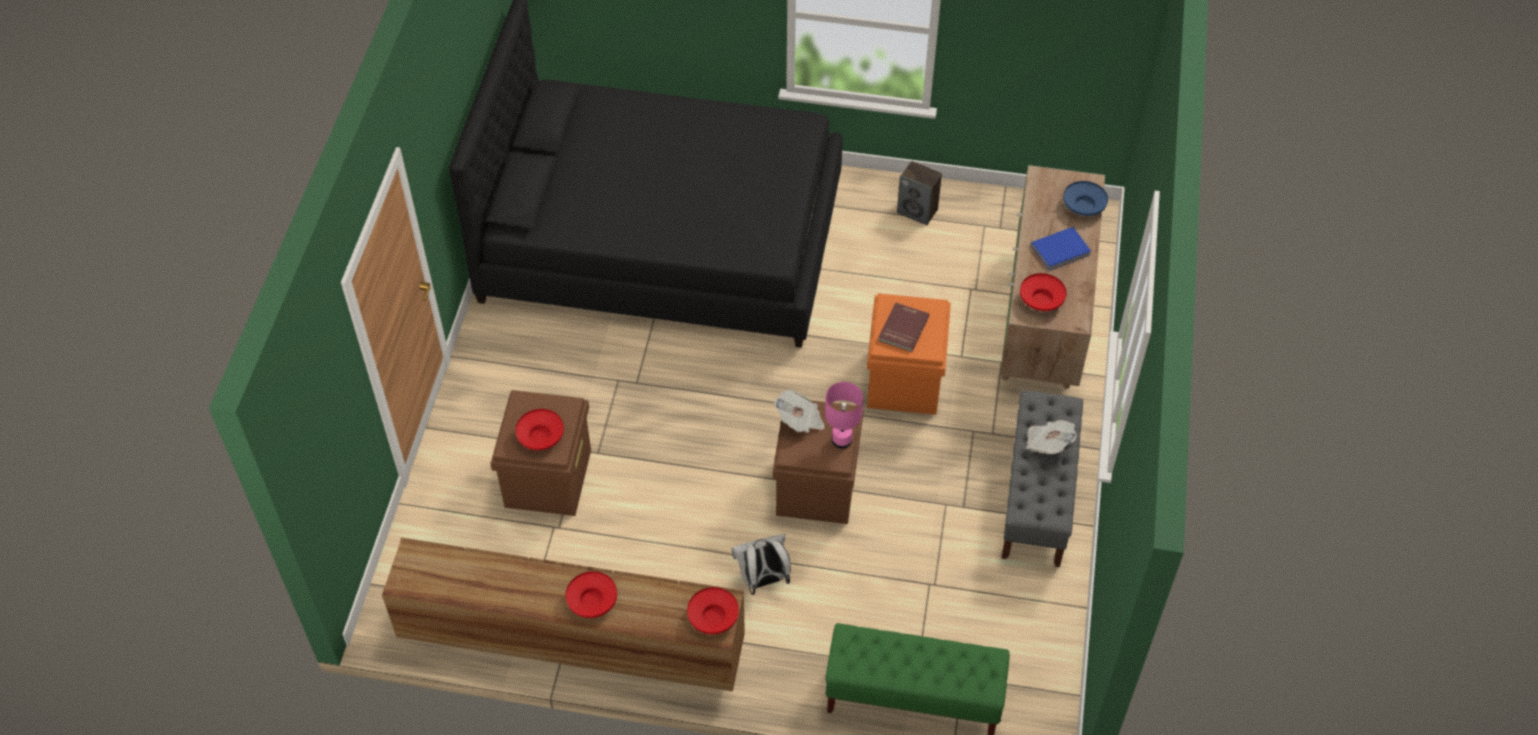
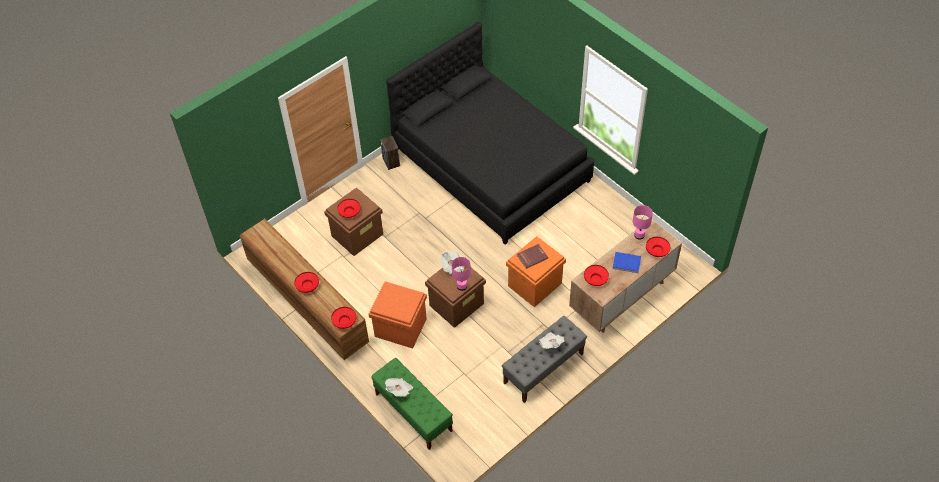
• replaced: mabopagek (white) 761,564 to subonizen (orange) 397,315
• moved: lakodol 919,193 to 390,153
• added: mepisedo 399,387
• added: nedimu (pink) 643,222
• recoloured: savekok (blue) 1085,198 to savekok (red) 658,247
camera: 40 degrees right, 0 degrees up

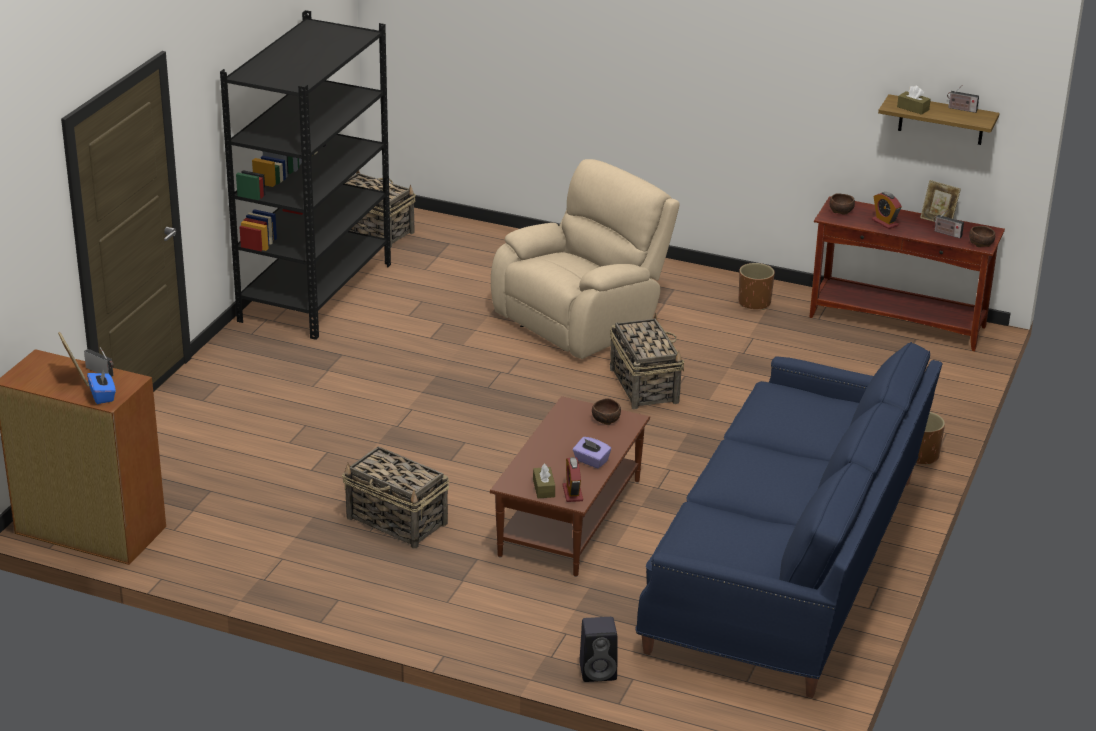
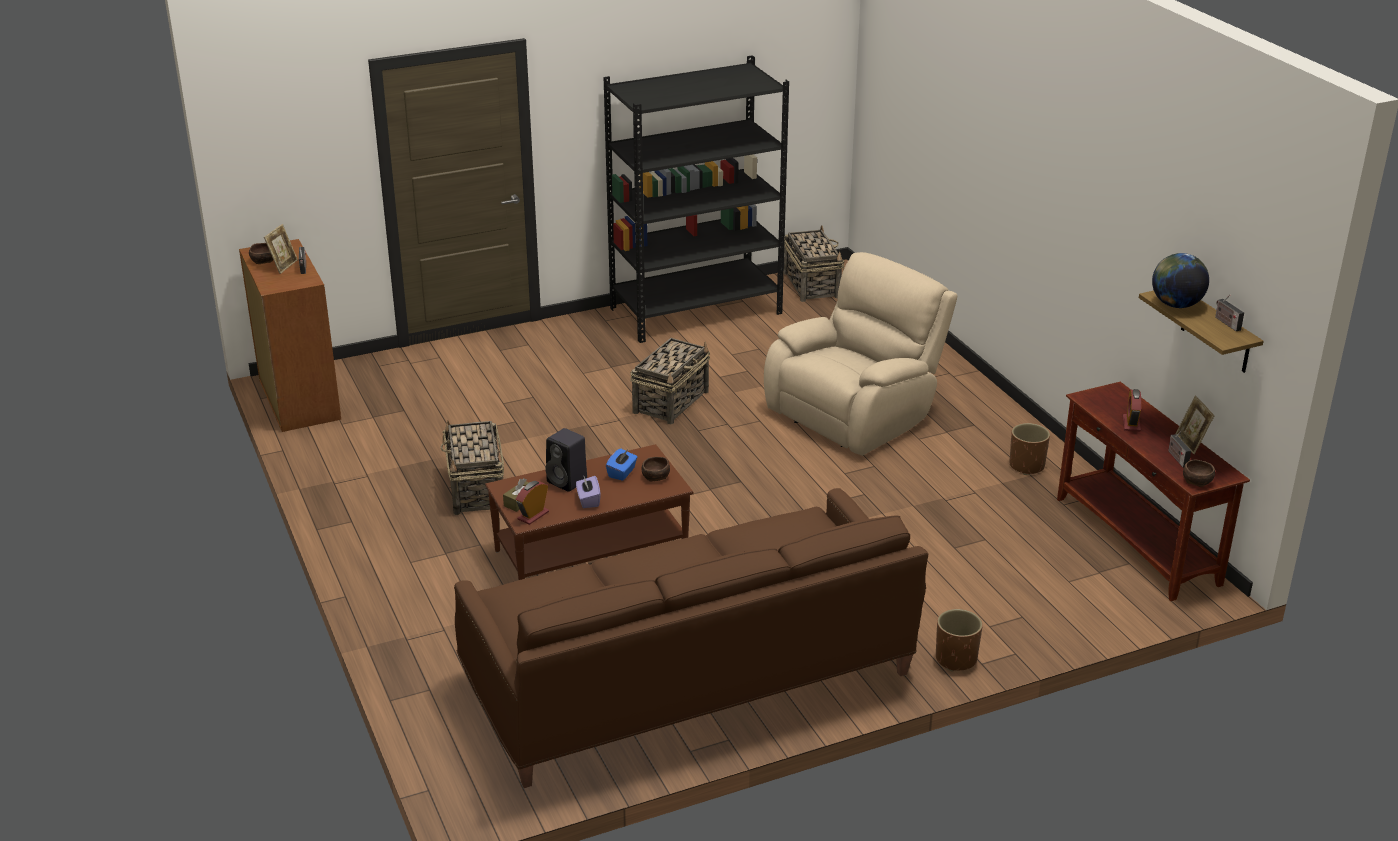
• moved: savekok (brown) 842,204 to 261,253
• recoloured: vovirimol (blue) 788,520 to vovirimol (brown) 691,638
• moved: lakodol (black) 598,649 to 566,460
• moved: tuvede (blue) 101,387 to 621,465
• moved: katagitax 647,361 to 670,381
• turned: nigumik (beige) 585,259 = 860,354 45 degrees counterclockwise
• replaced: tuvede (brown) 914,100 to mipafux 1180,280
camera: 45 degrees right, 0 degrees up

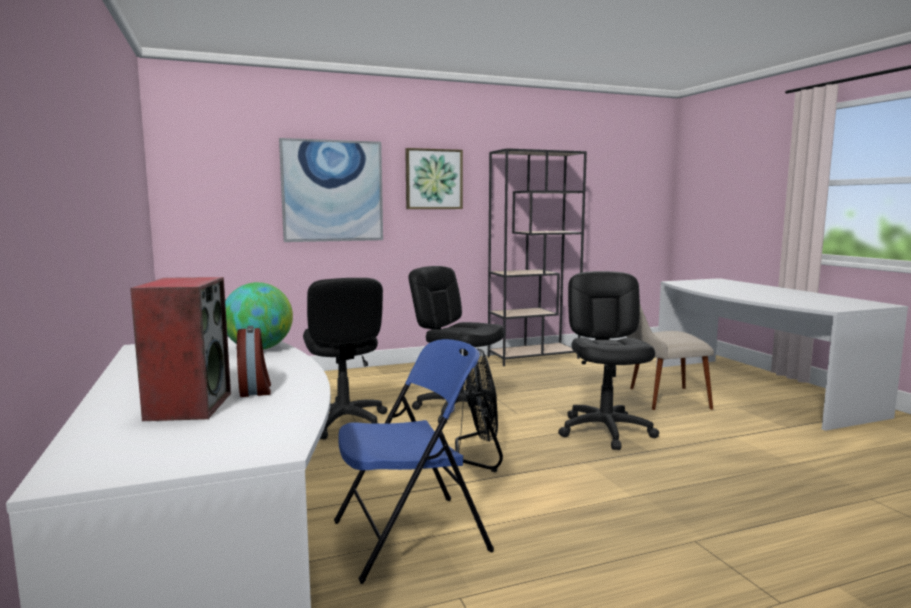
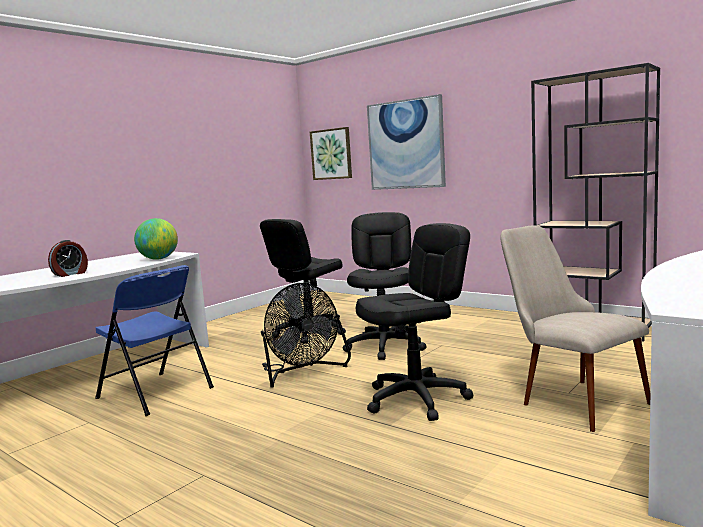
• moved: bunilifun 434,178 to 331,153
• removed: lakodol 180,349
camera: 60 degrees right, 0 degrees up

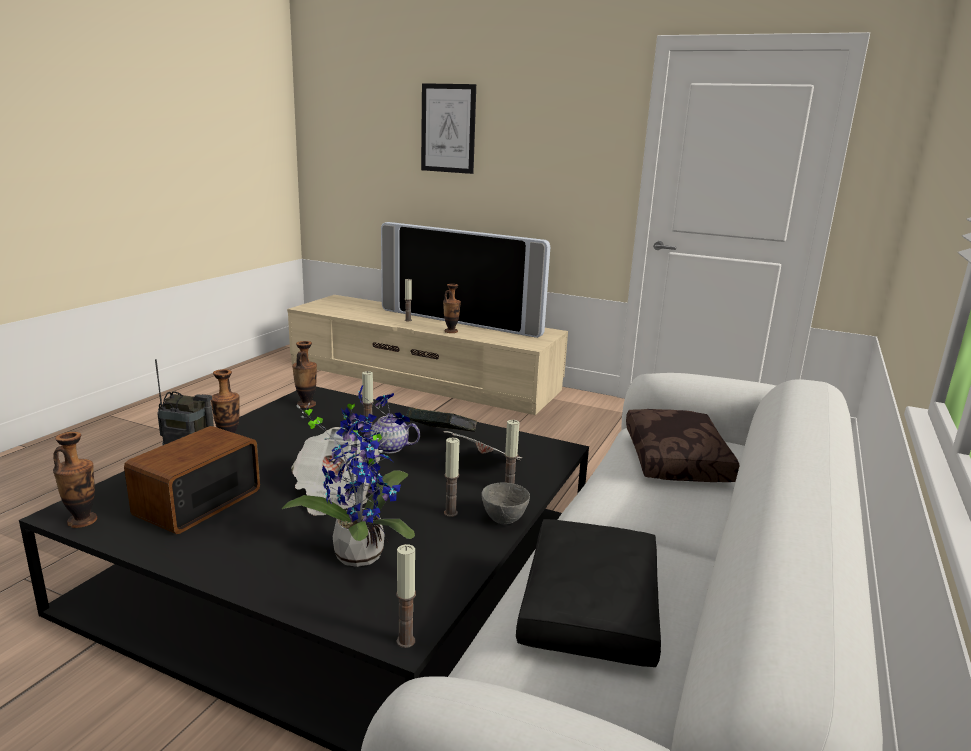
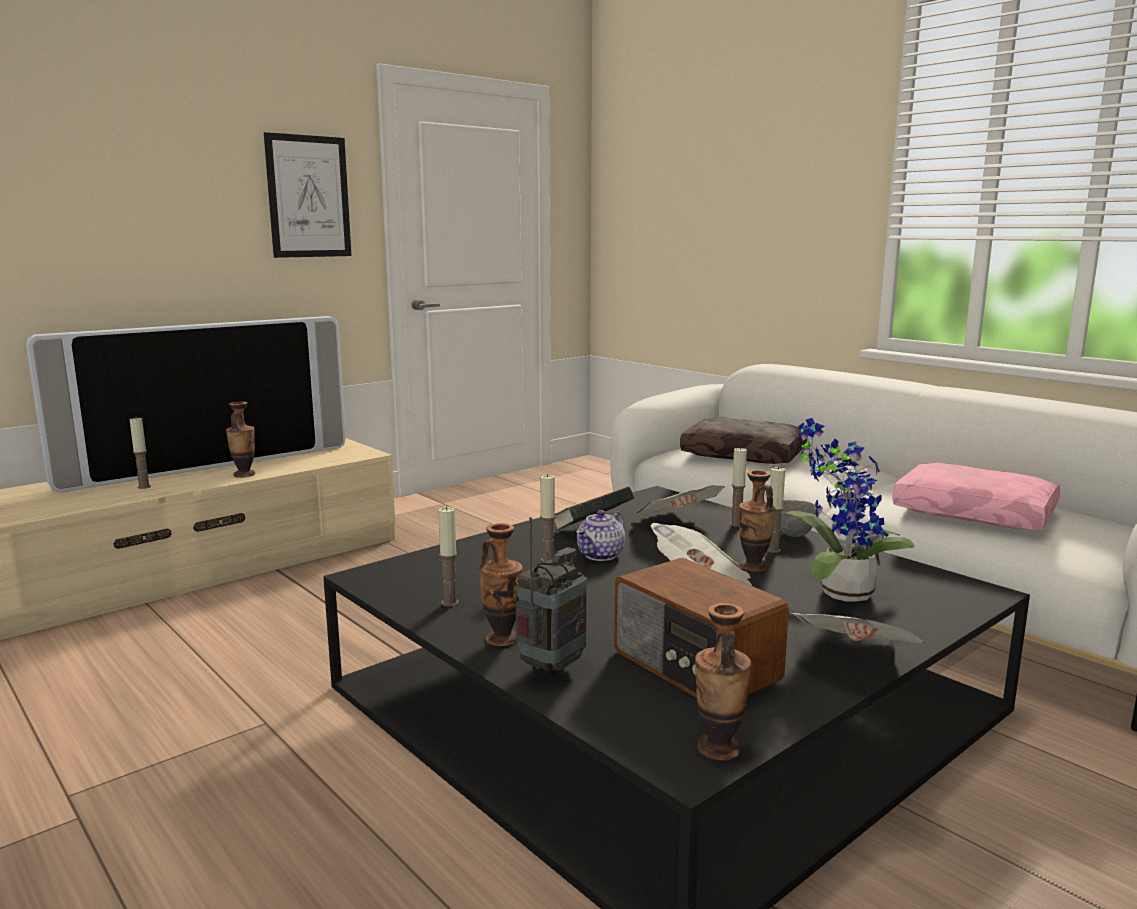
• moved: bunilifun 448,128 to 307,195
• moved: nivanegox 406,596 to 449,556
• moved: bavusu 304,374 to 757,521
• added: mepisedo 859,628
• recoloured: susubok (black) 588,593 to susubok (pink) 976,496
camera: 65 degrees left, 5 degrees down

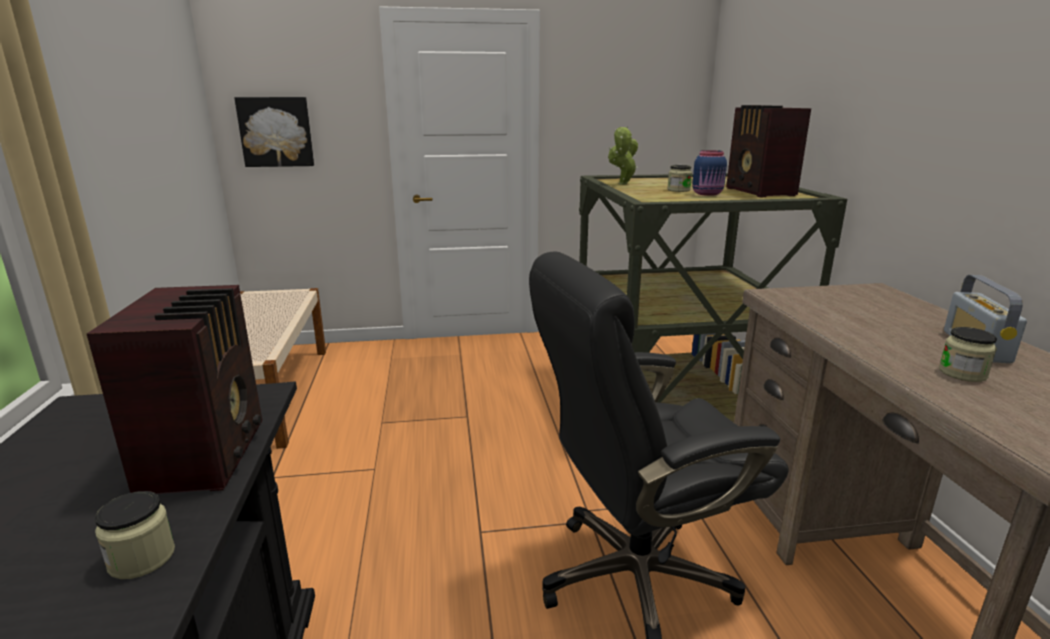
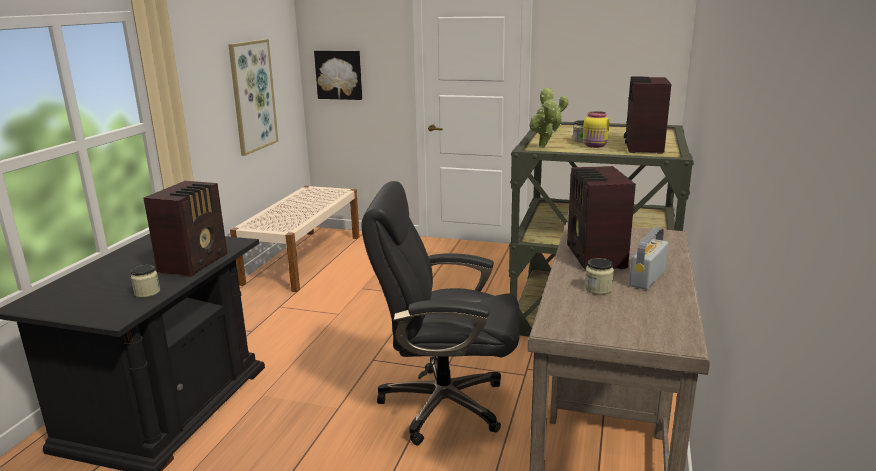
• added: bunilifun 253,97
• added: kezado 543,123
• added: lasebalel 601,218
• recoloured: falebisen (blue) 709,173 to falebisen (yellow) 596,129
camera: 25 degrees right, 0 degrees up

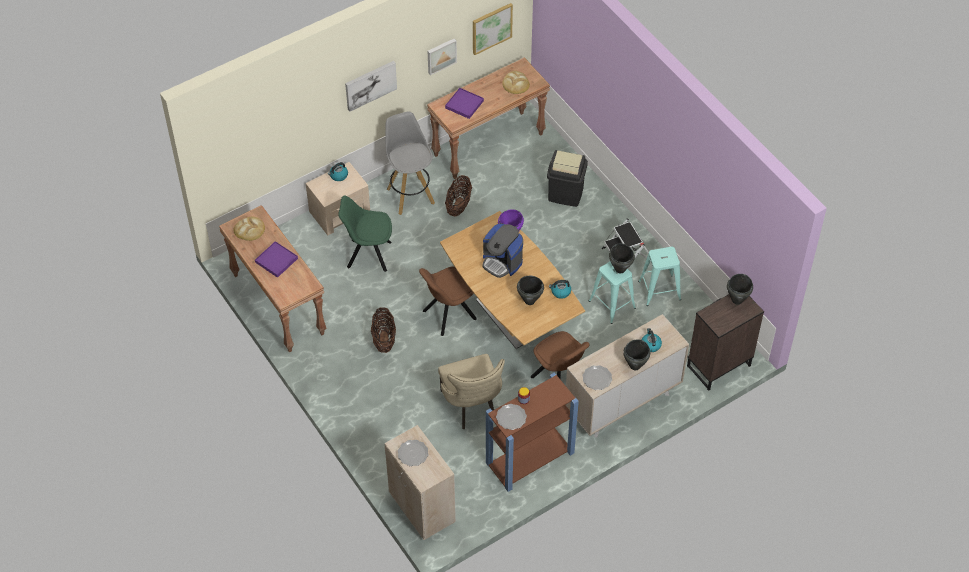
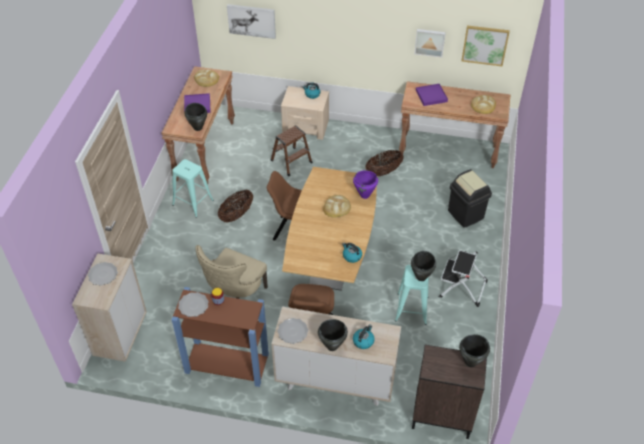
• moved: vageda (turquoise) 659,276 to 193,188
• moved: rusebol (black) 530,290 to 196,117
• moved: bunilifun 371,86 to 251,21
• replaced: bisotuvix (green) 365,234 to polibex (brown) 292,150
• replaced: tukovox 502,251 to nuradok 337,206
• removed: vageda (grey) 410,163
camera: 45 degrees right, 5 degrees down

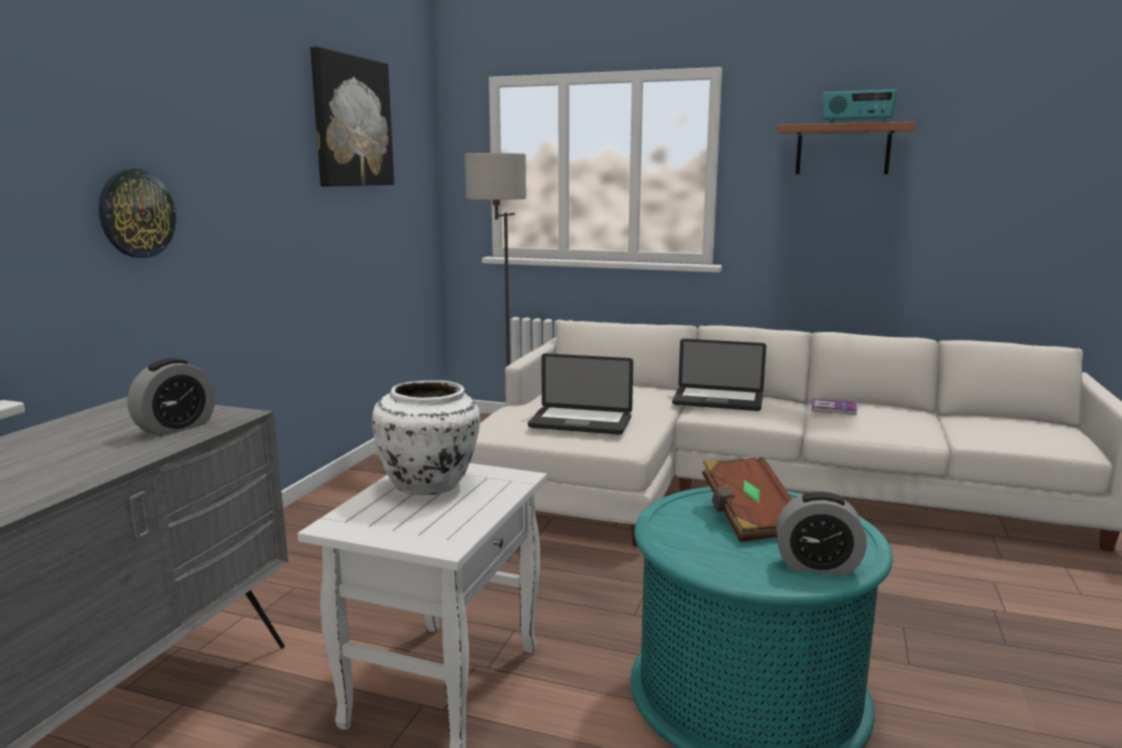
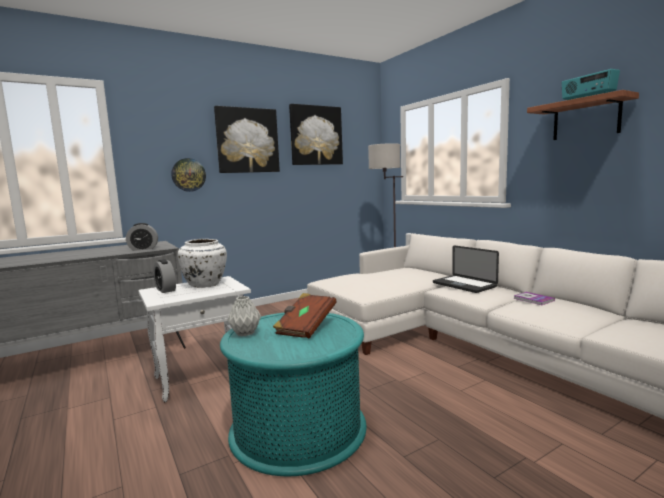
• moved: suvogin 821,533 to 165,276
• added: bunilifun 247,139
• added: bavusu (grey) 244,316
• removed: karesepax 580,394
camera: 40 degrees right, 5 degrees down

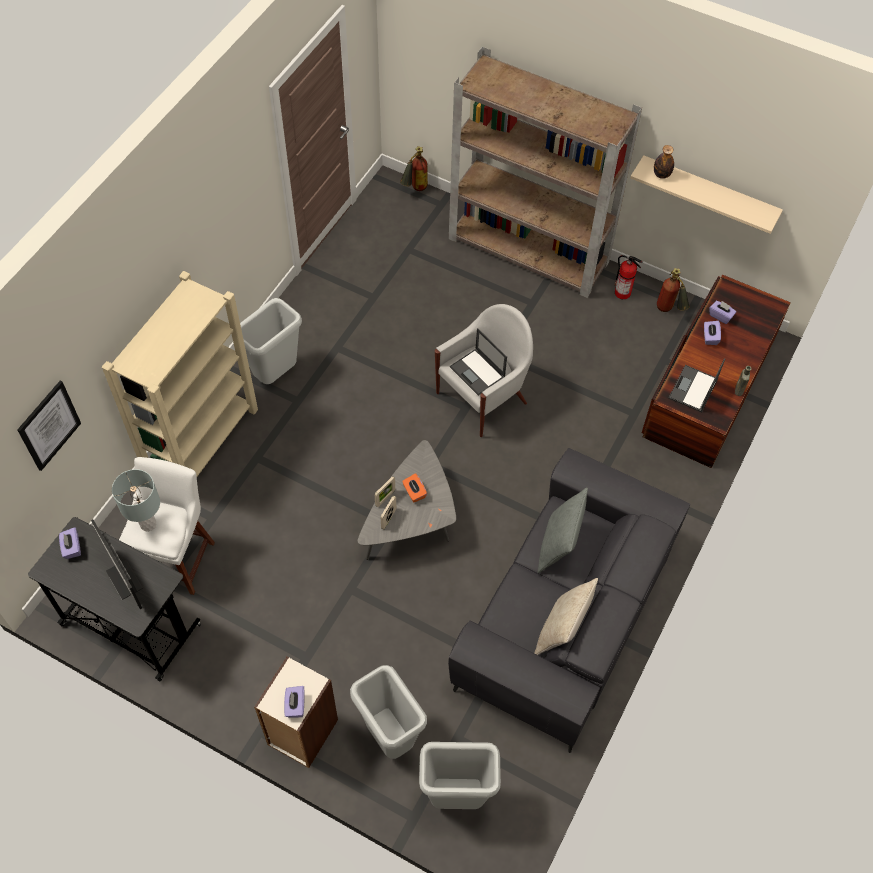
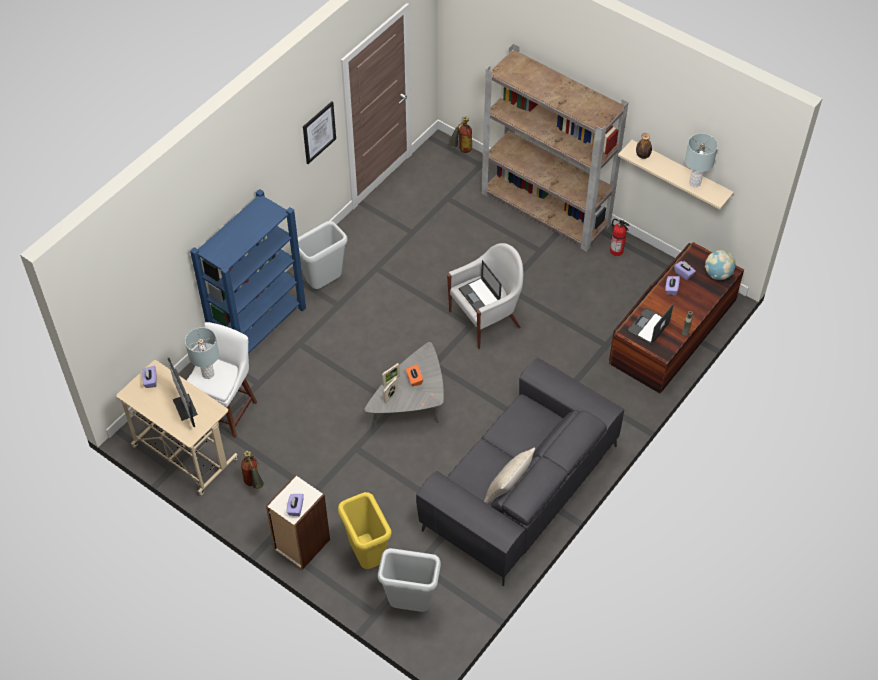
• recoloured: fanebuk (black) 114,599 to fanebuk (beige) 177,427
• recoloured: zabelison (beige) 180,373 to zabelison (blue) 248,271
• moved: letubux 673,290 to 252,470
• moved: bunilifun 49,426 to 319,132
• recoloured: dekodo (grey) 388,712 to dekodo (yellow) 365,530
• added: nedimu (grey) 701,160
• added: mipafux 720,265
• removed: susubok (grey) 562,530
camera: 10 degrees right, 5 degrees down

